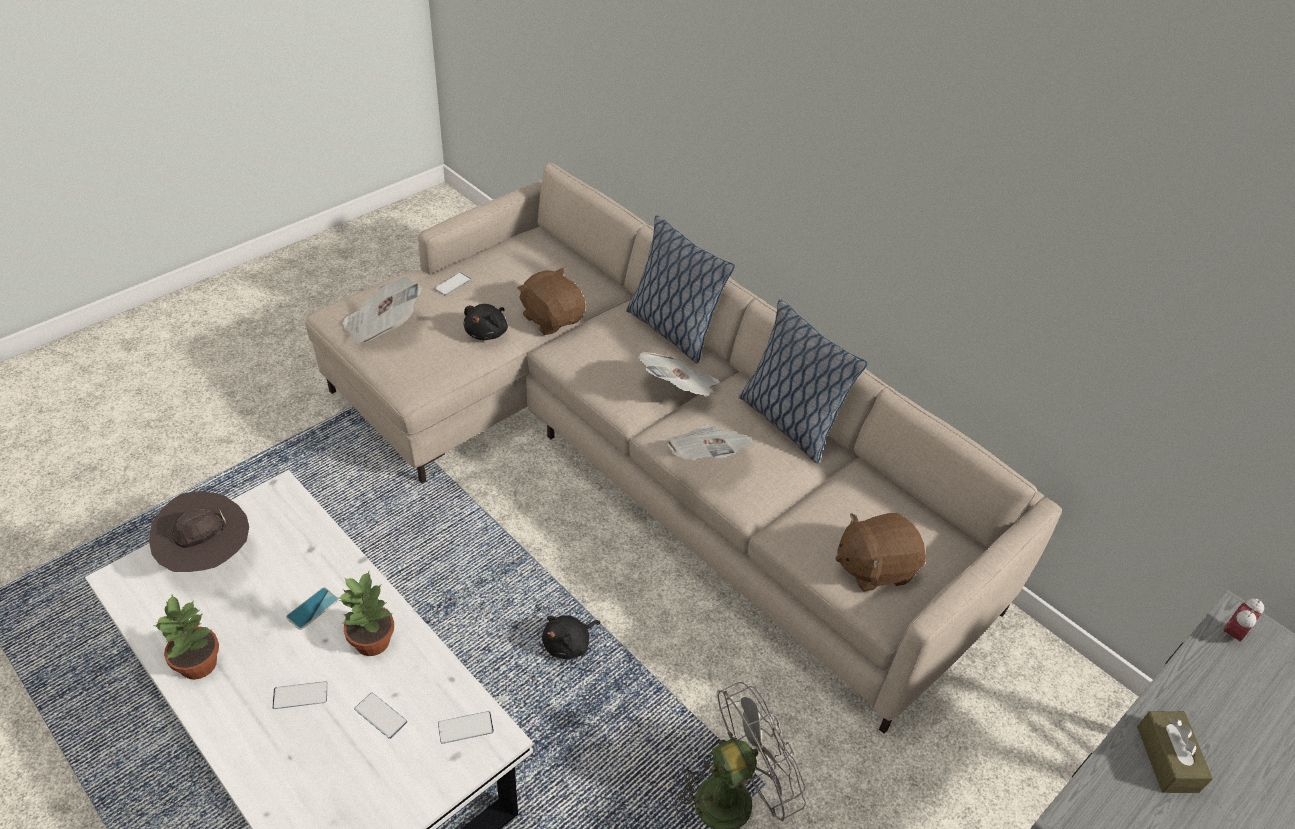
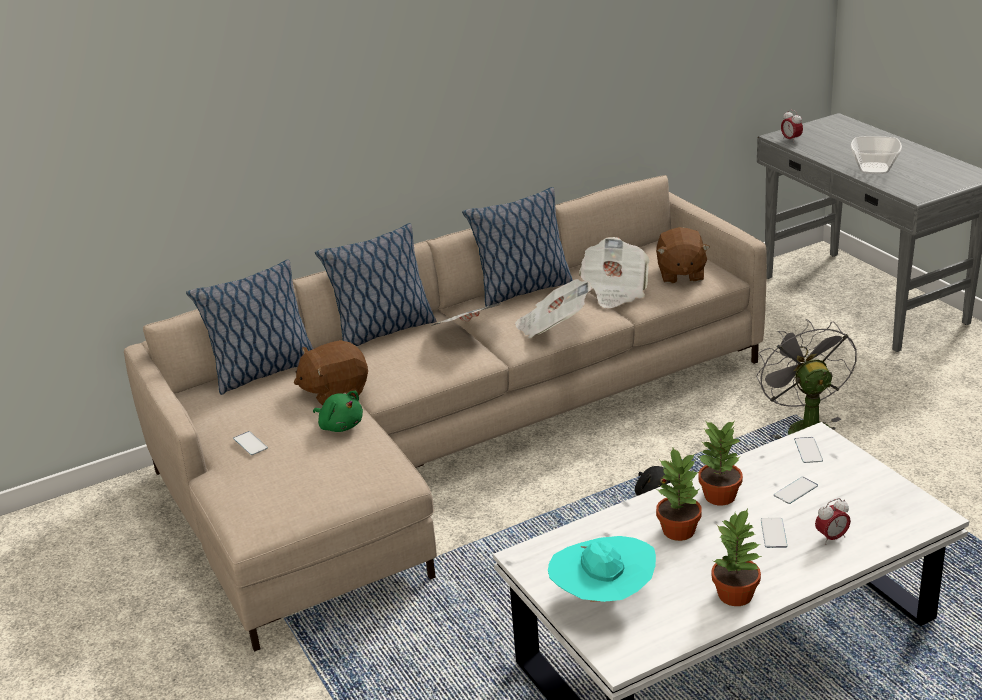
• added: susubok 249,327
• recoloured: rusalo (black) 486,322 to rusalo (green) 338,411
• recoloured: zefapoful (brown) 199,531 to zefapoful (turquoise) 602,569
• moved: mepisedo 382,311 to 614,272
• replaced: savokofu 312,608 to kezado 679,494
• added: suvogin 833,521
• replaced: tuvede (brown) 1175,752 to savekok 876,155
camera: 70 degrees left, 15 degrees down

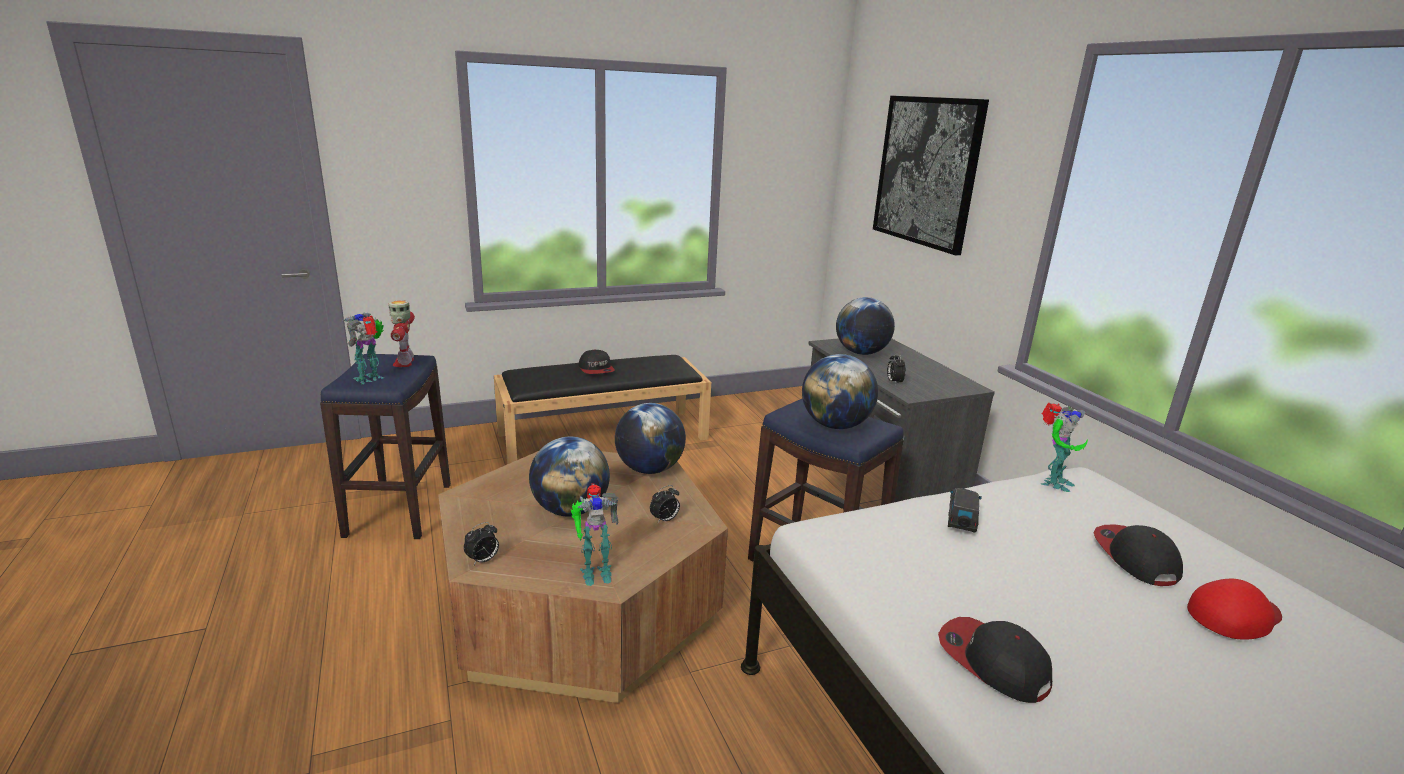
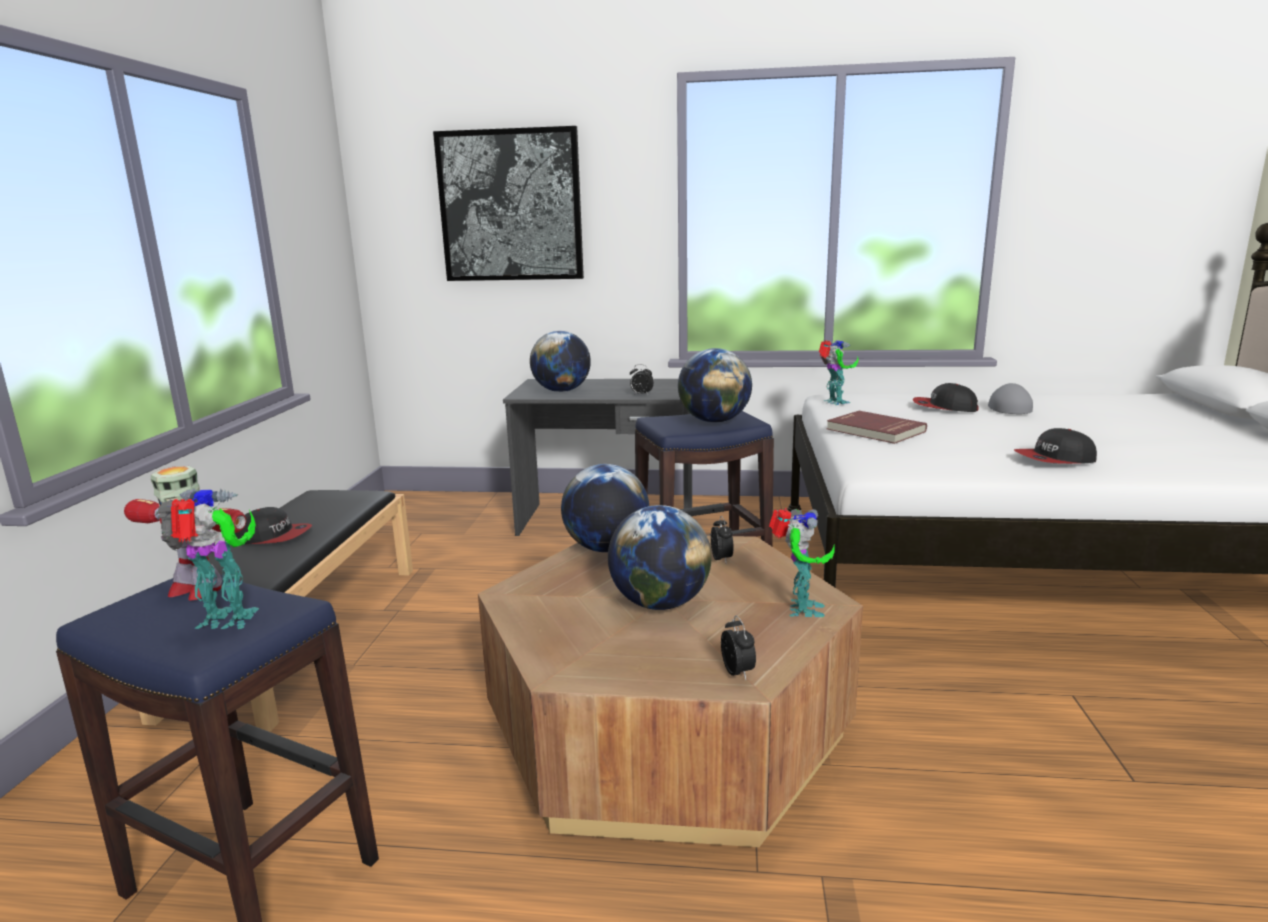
• turned: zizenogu 363,348 = 207,558 120 degrees clockwise
• replaced: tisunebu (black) 965,510 to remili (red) 877,427
• recoloured: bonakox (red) 1234,609 to bonakox (grey) 1010,398
camera: 60 degrees left, 5 degrees down

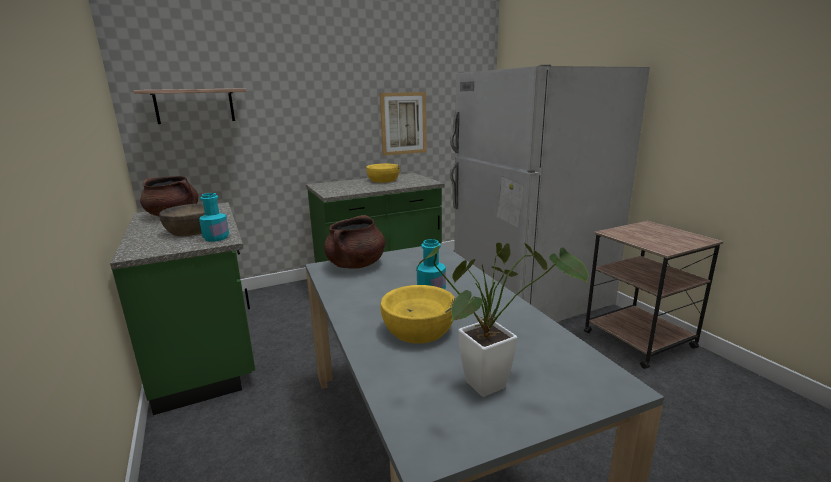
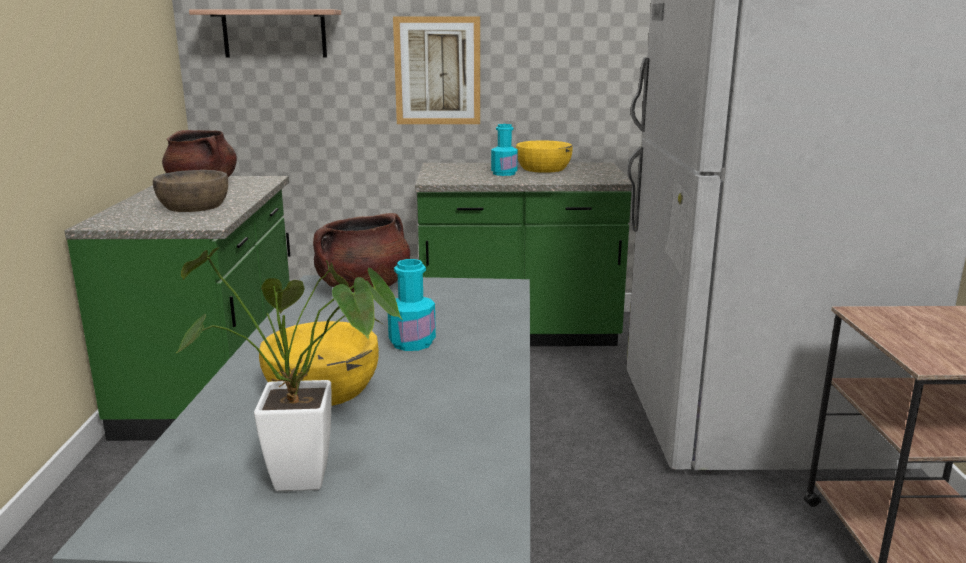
• moved: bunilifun 403,124 to 436,70
• moved: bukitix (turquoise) 214,217 to 504,150
camera: 25 degrees right, 0 degrees up

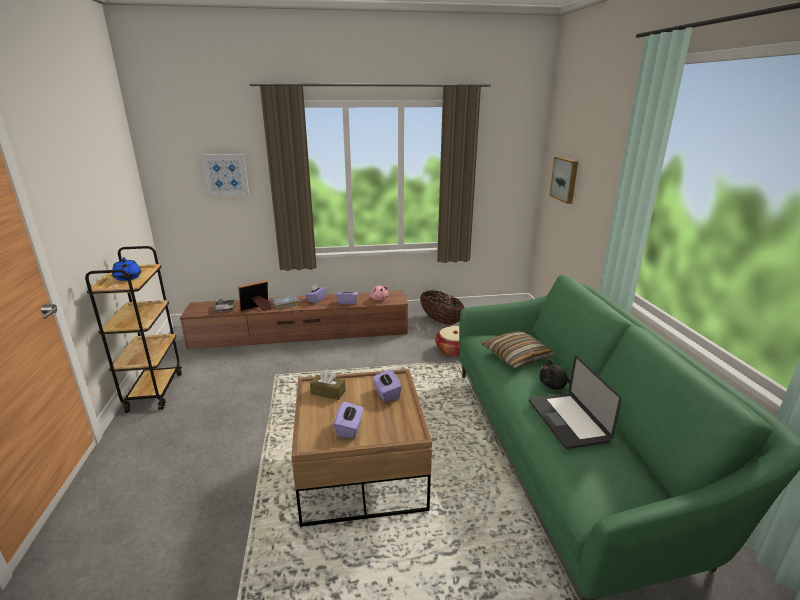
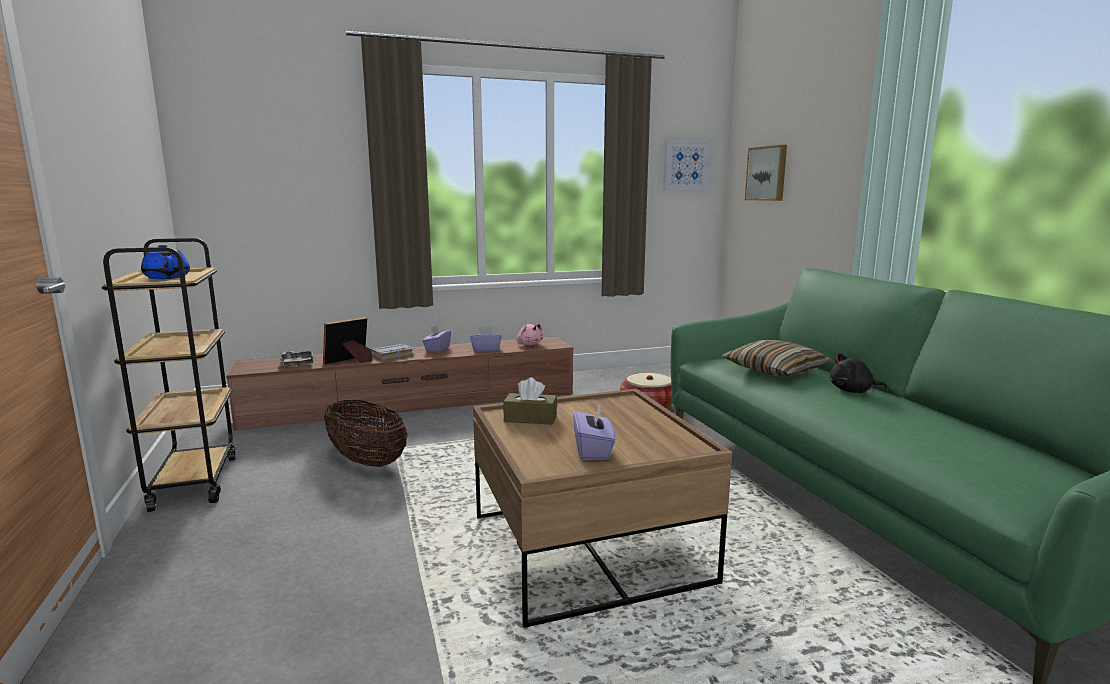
• moved: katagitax 442,307 to 365,433
• moved: bunilifun 225,175 to 687,165
• removed: tuvede (purple) 387,385
• removed: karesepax 575,402
camera: 10 degrees left, 10 degrees down

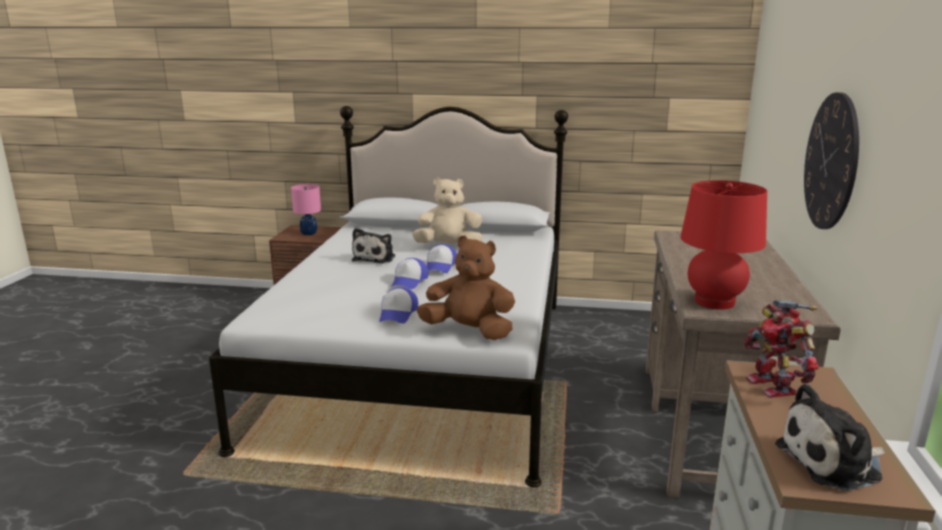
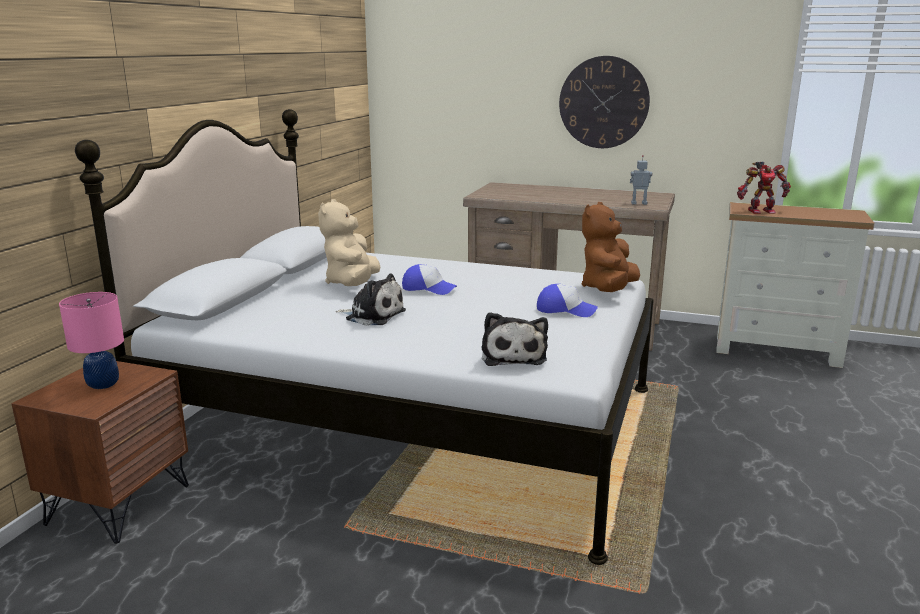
• moved: rusalo 830,437 to 515,339
• replaced: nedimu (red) 723,245 to zizenogu 641,180
• removed: bonakox 410,273
camera: 80 degrees left, 0 degrees up

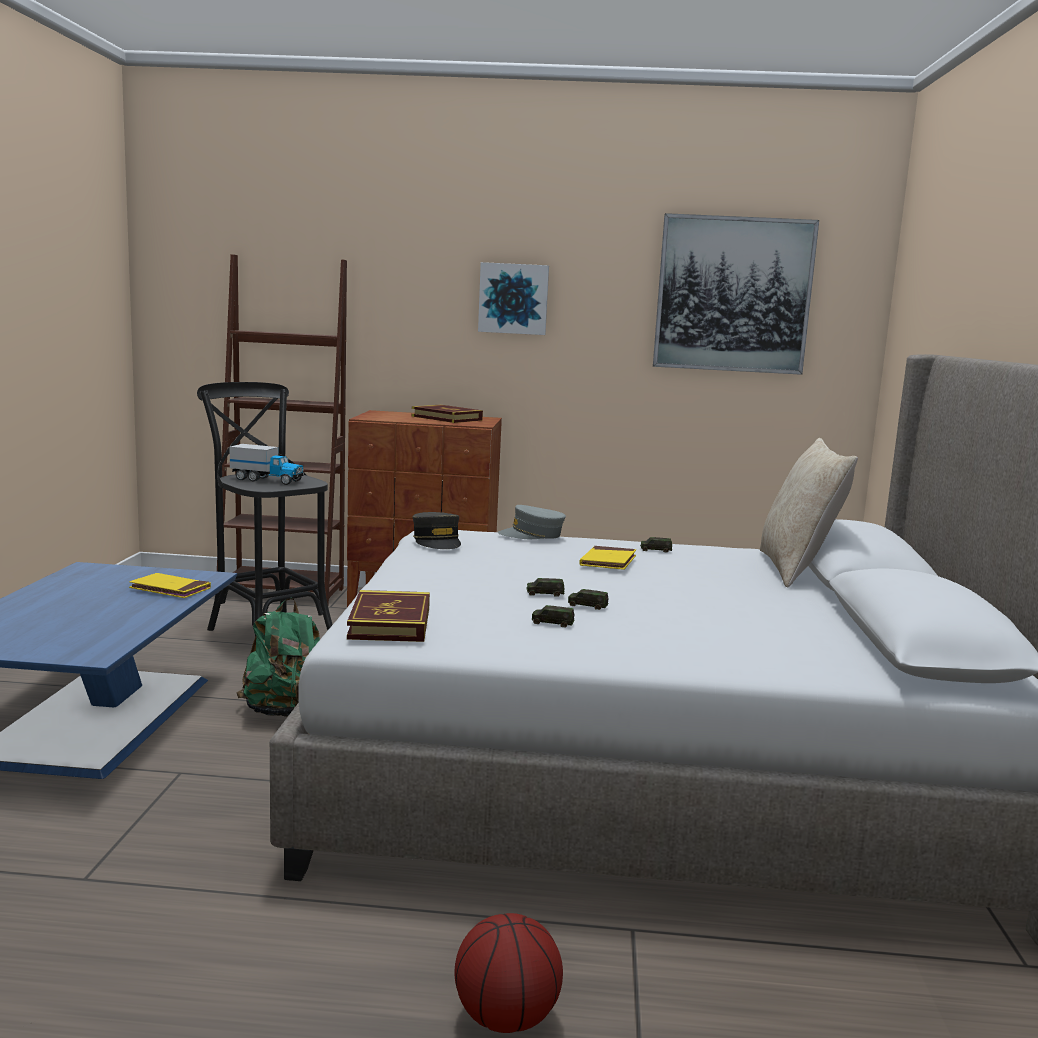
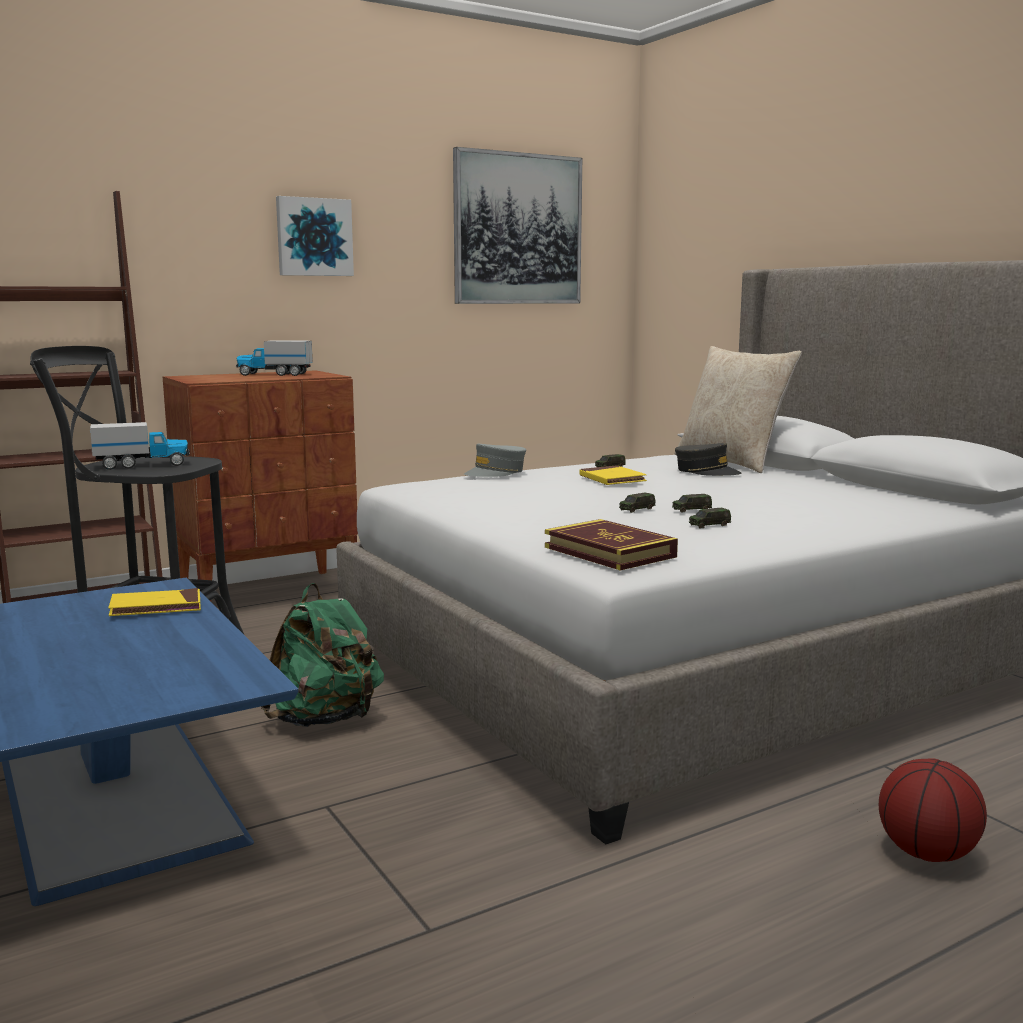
• replaced: remili 447,414 to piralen 274,358
• moved: bonakox (grey) 437,530 to 708,459
camera: 35 degrees left, 0 degrees up

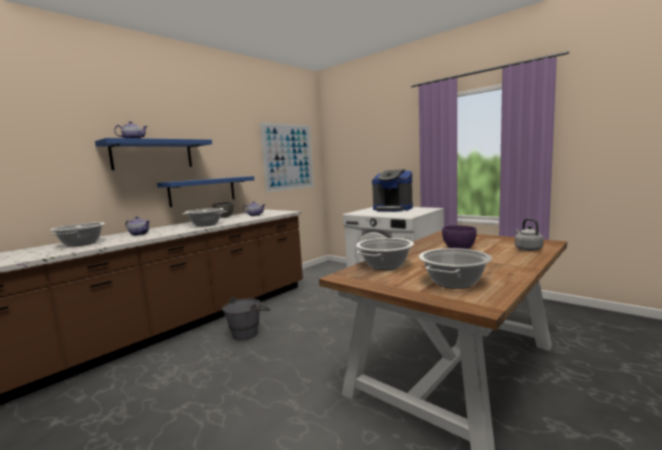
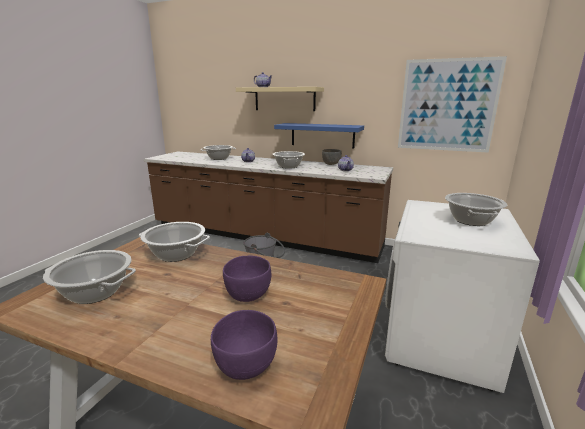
• replaced: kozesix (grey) 529,235 to savekok (purple) 244,345
• recoloured: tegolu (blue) 153,154 to tegolu (beige) 280,99
• replaced: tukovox 392,190 to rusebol 476,209
camera: 70 degrees right, 10 degrees up

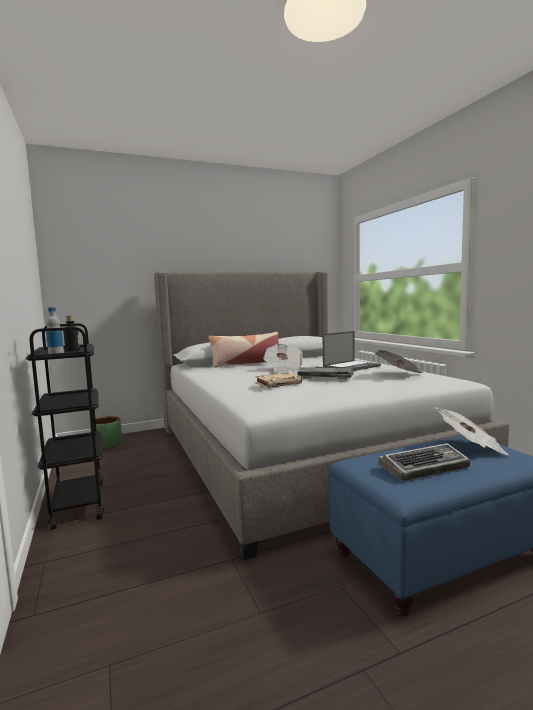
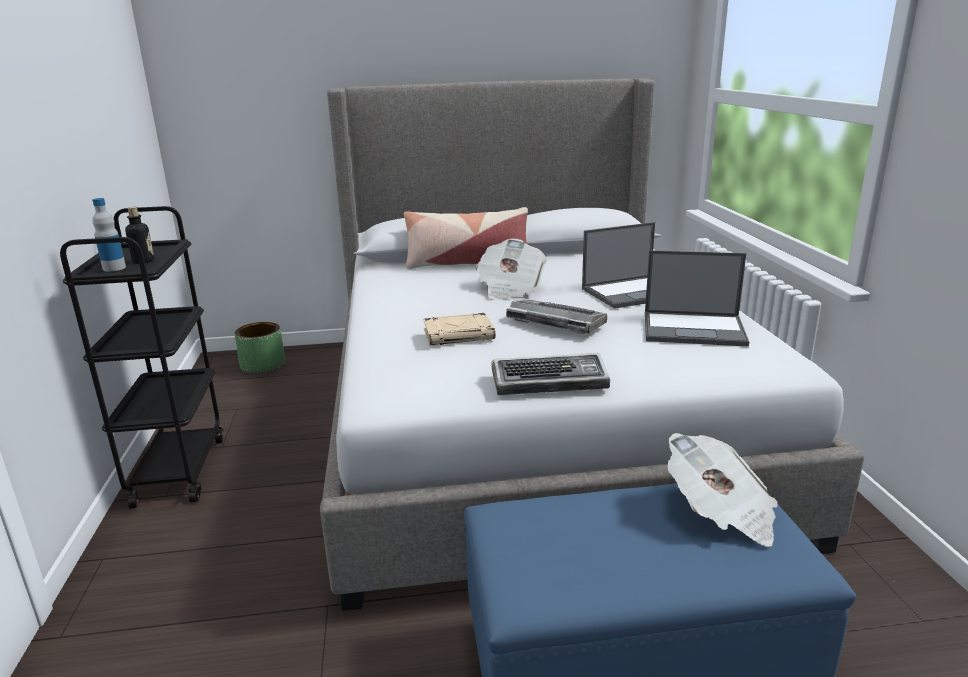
• moved: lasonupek 424,462 to 551,374
• replaced: mepisedo 398,361 to karesepax 697,298
camera: 15 degrees right, 15 degrees up

